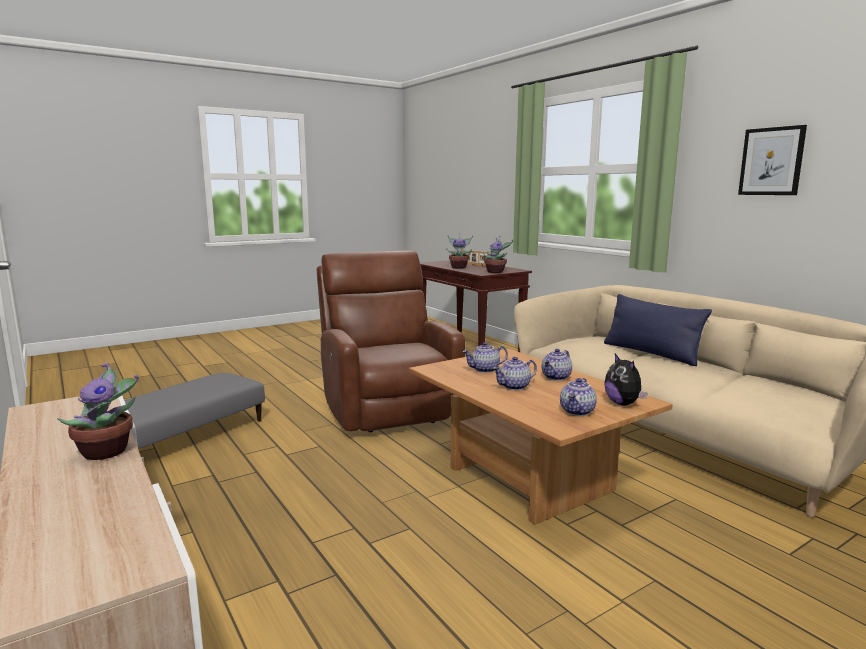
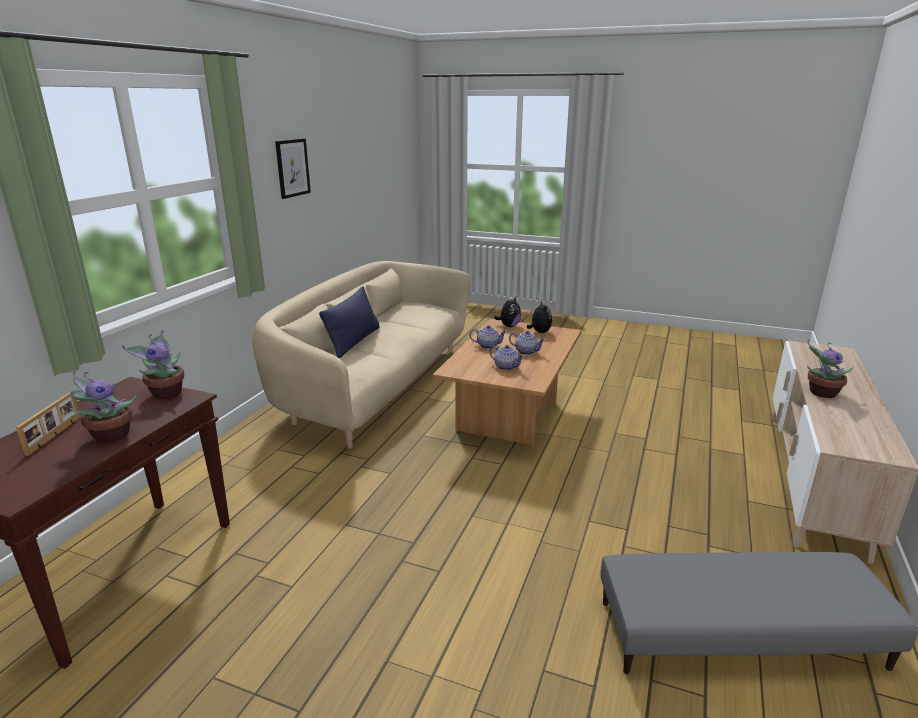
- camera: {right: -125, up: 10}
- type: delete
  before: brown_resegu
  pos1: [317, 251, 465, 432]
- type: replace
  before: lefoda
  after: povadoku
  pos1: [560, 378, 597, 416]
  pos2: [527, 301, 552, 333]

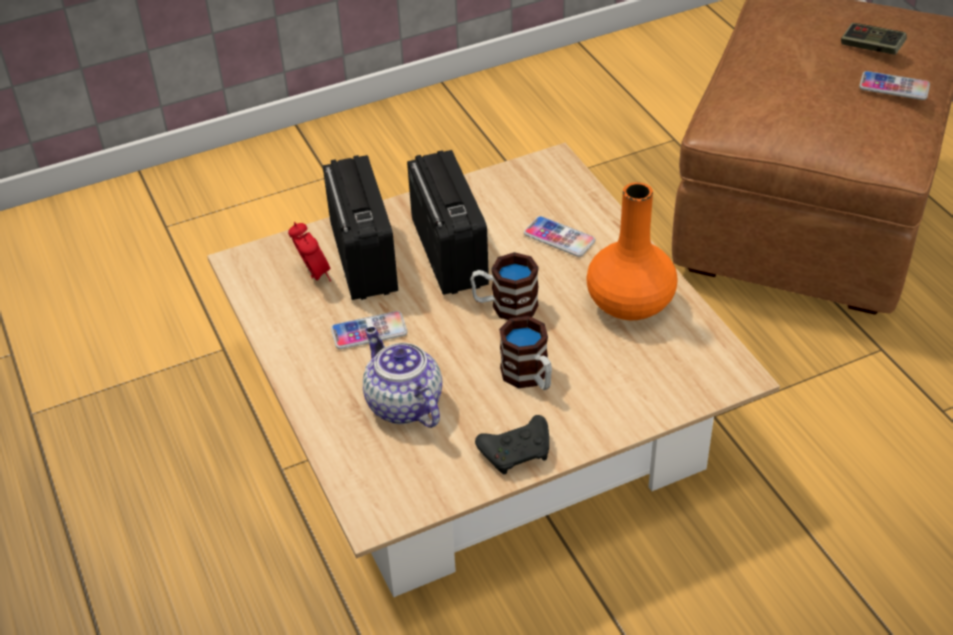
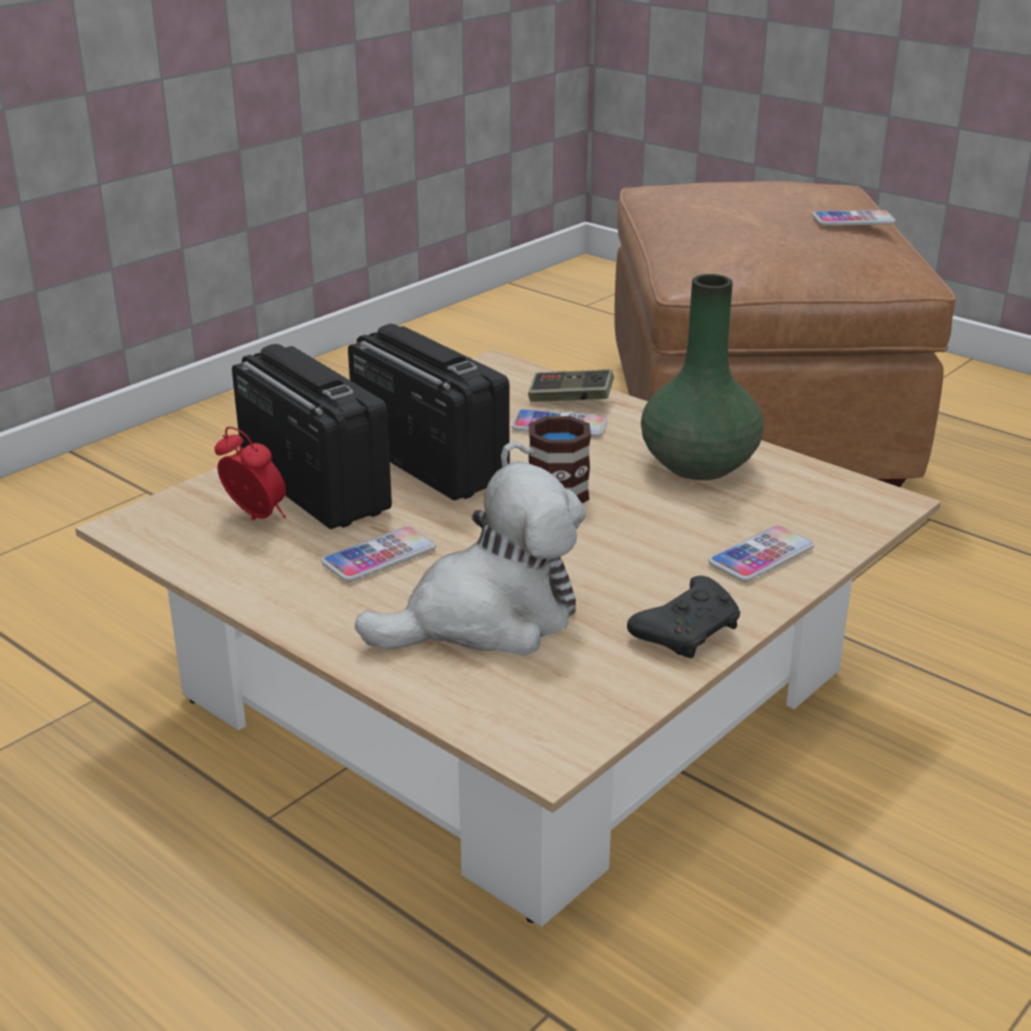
- camera: {right: -25, up: -15}
- type: replace
  before: lefoda
  after: povadoku
  pos1: [363, 327, 442, 428]
  pos2: [355, 461, 586, 656]
- type: delete
  before: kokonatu
  pos1: [499, 316, 552, 390]
- type: recolor
  before: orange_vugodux
  after: green_vugodux
  pos1: [586, 182, 677, 321]
  pos2: [641, 274, 764, 480]
- type: move
  before: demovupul
  pos1: [841, 23, 907, 55]
  pos2: [528, 369, 614, 402]
- type: insert
  after: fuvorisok
  pos2: [708, 525, 814, 582]

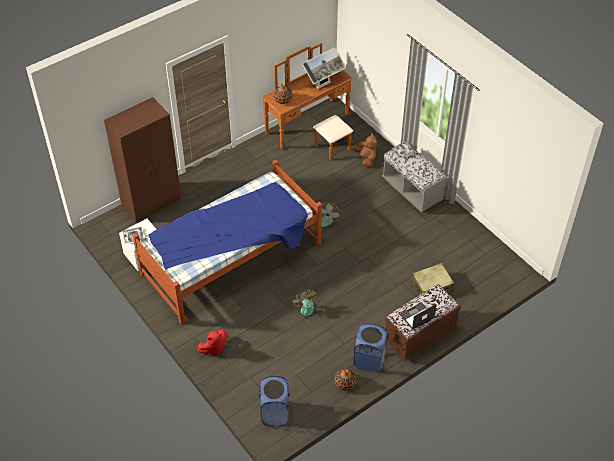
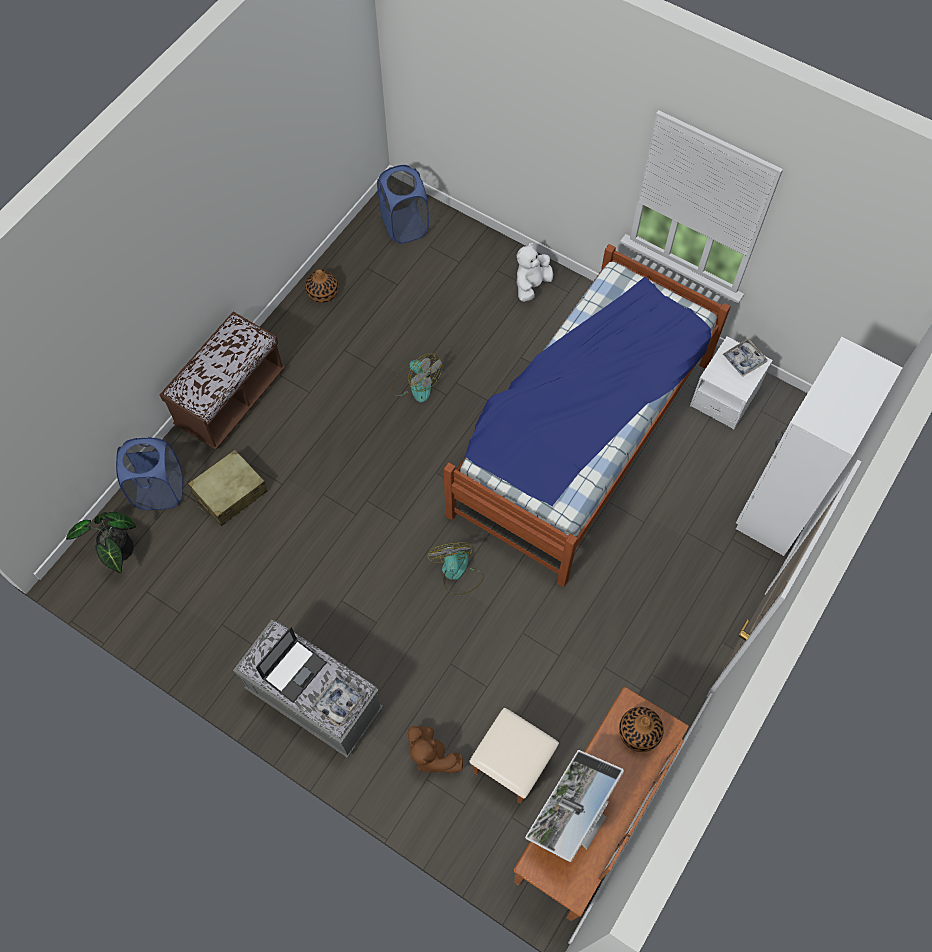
- camera: {right: 160, up: 15}
- type: recolor
  before: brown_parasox
  after: white_parasox
  pos1: [104, 97, 181, 222]
  pos2: [736, 337, 903, 556]
- type: recolor
  before: red_povadoku
  after: white_povadoku
  pos1: [197, 329, 228, 356]
  pos2: [517, 243, 553, 302]
- type: move
  before: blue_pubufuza
  pos1: [353, 323, 388, 372]
  pos2: [116, 437, 183, 510]
- type: move
  before: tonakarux
  pos1: [400, 302, 437, 330]
  pos2: [256, 627, 327, 703]
- type: insert
  after: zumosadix
  pos2: [66, 512, 136, 573]

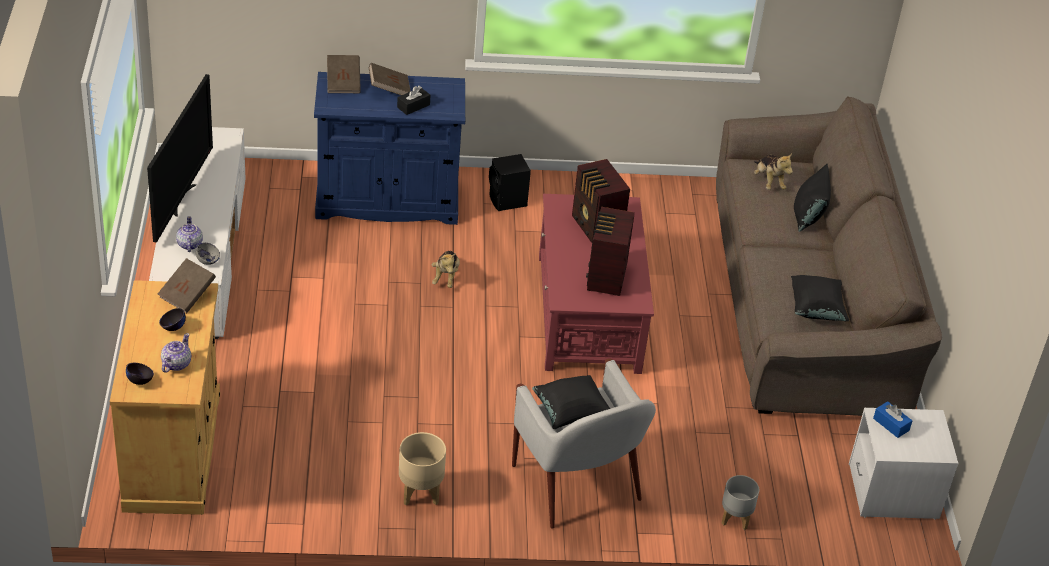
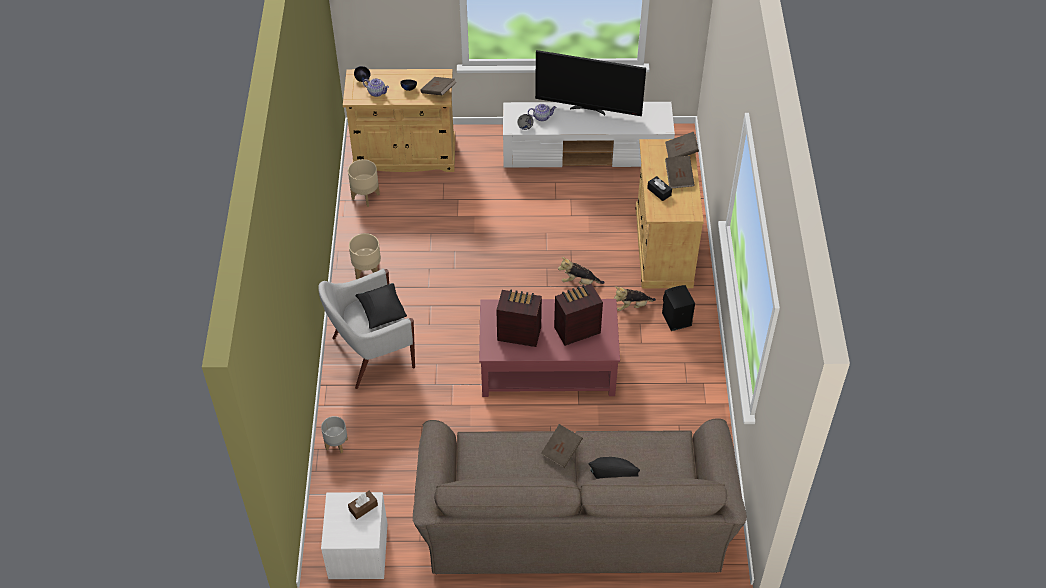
- camera: {right: 95, up: 10}
- type: recolor
  before: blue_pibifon
  after: beige_pibifon
  pos1: [314, 72, 465, 225]
  pos2: [635, 139, 704, 288]
- type: move
  before: povadoku
  pos1: [754, 154, 793, 190]
  pos2: [614, 287, 656, 311]
- type: delete
  before: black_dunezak
  pos1: [791, 275, 849, 321]
- type: recolor
  before: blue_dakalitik
  after: brown_dakalitik
  pos1: [873, 401, 912, 438]
  pos2: [348, 491, 378, 519]
- type: insert
  after: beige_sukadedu
  pos2: [348, 159, 380, 207]
- type: insert
  after: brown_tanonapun
  pos2: [541, 424, 583, 468]

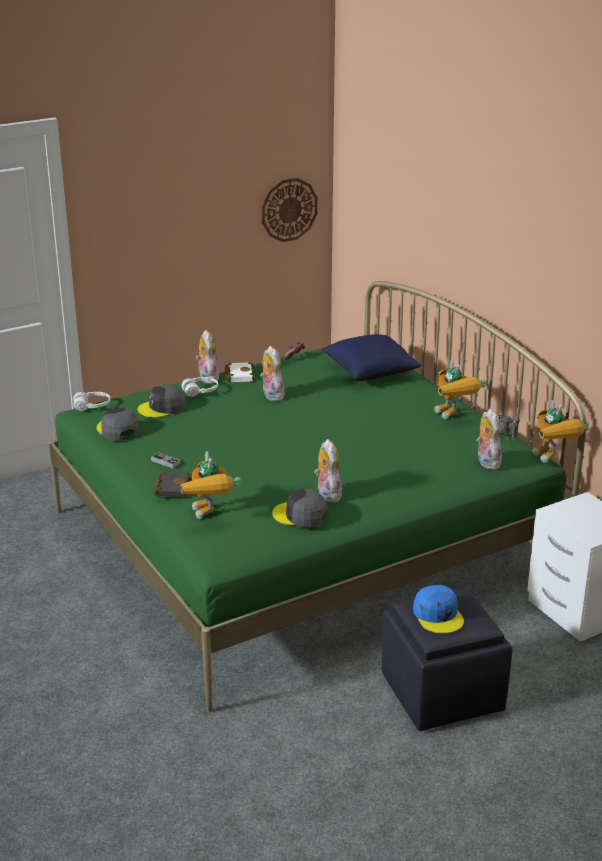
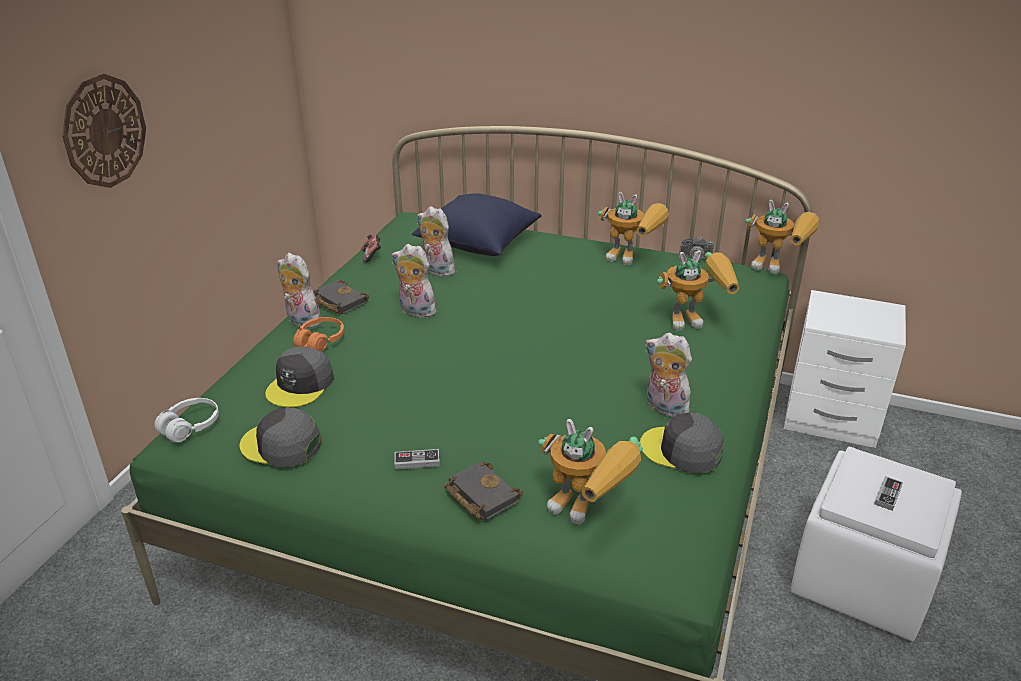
- camera: {right: -40, up: 5}
- type: recolor
  before: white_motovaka
  after: orange_motovaka
  pos1: [181, 377, 218, 397]
  pos2: [293, 317, 344, 352]
- type: recolor
  before: white_tanonapun
  after: black_tanonapun
  pos1: [225, 362, 257, 382]
  pos2: [314, 280, 369, 314]
- type: move
  before: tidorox
  pos1: [262, 178, 317, 242]
  pos2: [62, 74, 146, 188]
- type: rotate
  before: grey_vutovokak
  pos1: [272, 489, 328, 528]
  pos2: [640, 413, 724, 473]
  turn: 45
- type: recolor
  before: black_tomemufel
  after: white_tomemufel
  pos1: [382, 588, 512, 731]
  pos2: [790, 447, 962, 641]
- type: replace
  before: blue_vutovokak
  after: demovupul
  pos1: [413, 585, 464, 634]
  pos2: [874, 476, 903, 511]
- type: move
  before: povadoku
  pos1: [476, 409, 502, 470]
  pos2: [417, 206, 455, 277]
- type: insert
  after: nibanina
  pos2: [657, 250, 740, 330]

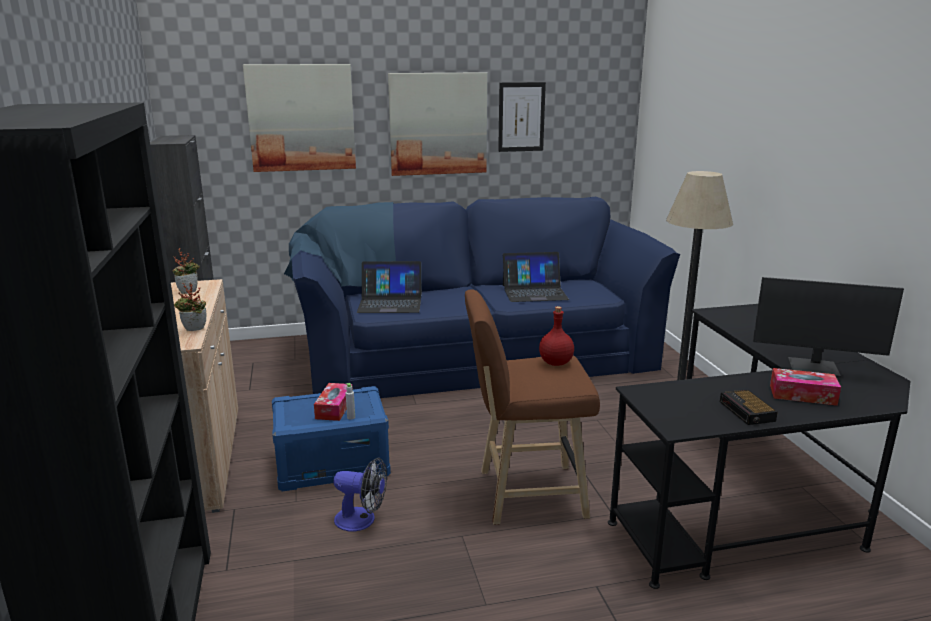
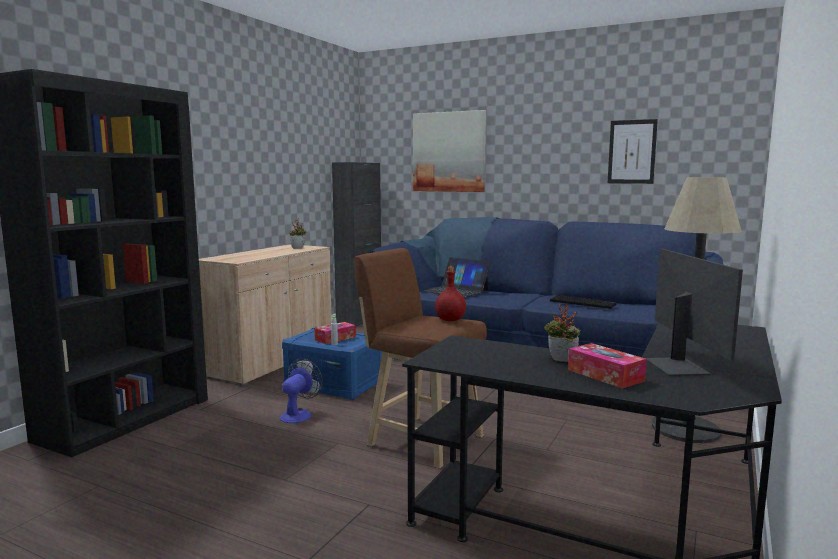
- camera: {right: 40, up: -10}
- type: move
  before: zumosadix
  pos1: [174, 282, 207, 331]
  pos2: [544, 305, 580, 362]
- type: rotate
  before: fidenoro
  pos1: [333, 457, 387, 532]
  pos2: [280, 359, 323, 423]
  turn: -120
- type: delete
  before: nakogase
  pos1: [388, 72, 487, 176]
- type: replace
  before: tonakarux
  after: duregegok
  pos1: [503, 252, 569, 302]
  pos2: [550, 295, 617, 309]
- type: delete
  before: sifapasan
  pos1: [720, 389, 778, 425]
- type: rotate
  before: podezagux
  pos1: [753, 277, 904, 377]
  pos2: [646, 249, 743, 376]
  turn: -150

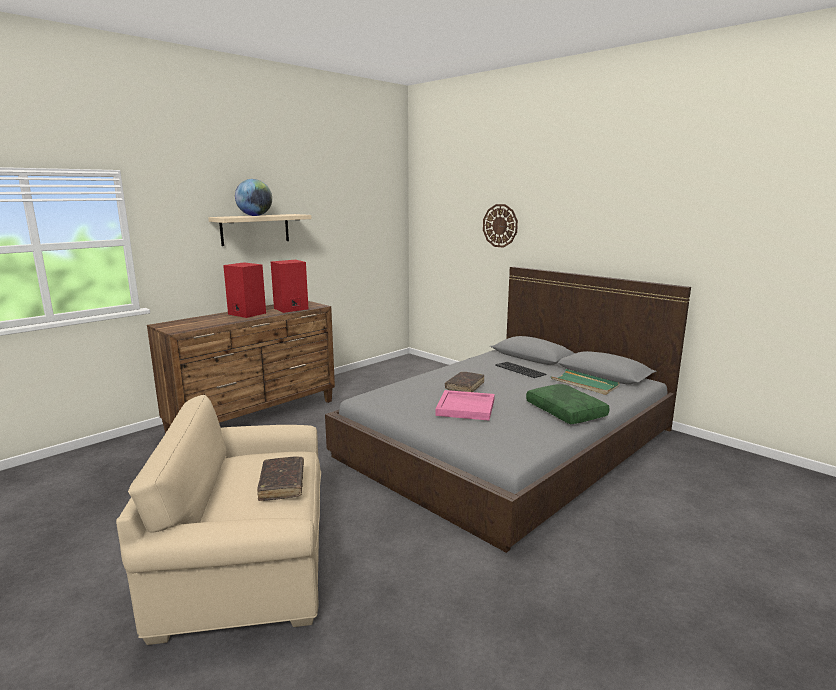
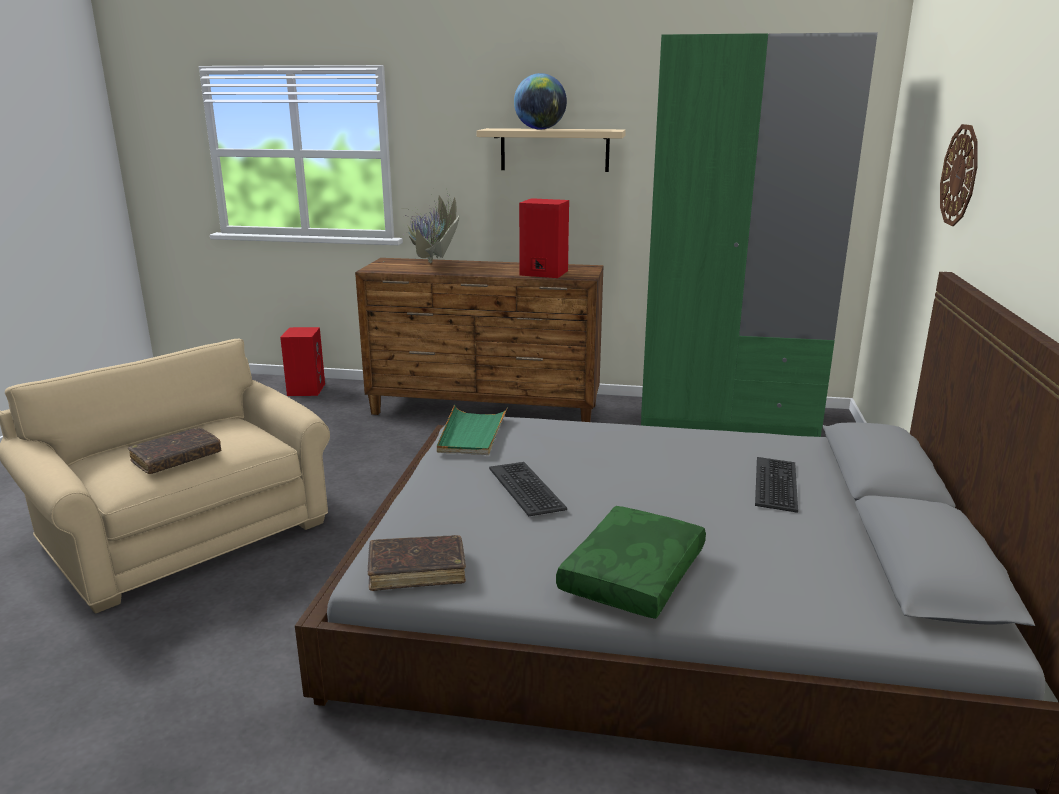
- camera: {right: 55, up: 5}
- type: move
  before: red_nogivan
  pos1: [223, 262, 266, 318]
  pos2: [280, 327, 325, 396]
- type: replace
  before: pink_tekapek
  after: duregegok
  pos1: [435, 390, 495, 421]
  pos2: [489, 462, 567, 516]
- type: move
  before: brown_tanonapun
  pos1: [445, 372, 485, 392]
  pos2: [368, 535, 466, 591]
- type: move
  before: green_tekapek
  pos1: [551, 369, 620, 395]
  pos2: [437, 405, 508, 455]
- type: insert
  after: zumosadix
  pos2: [383, 189, 460, 264]
- type: insert
  after: green_parasox
  pos2: [641, 32, 878, 437]

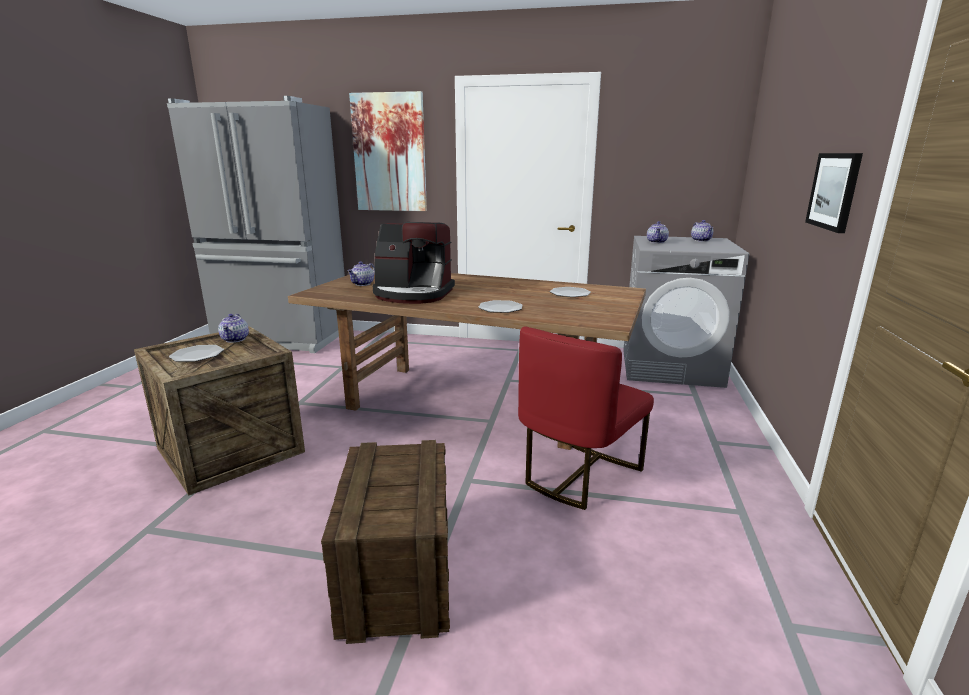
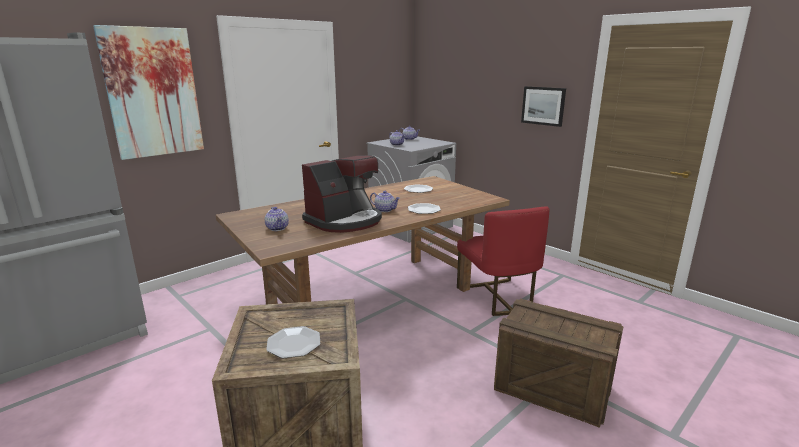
- camera: {right: -55, up: 0}
- type: move
  before: lefoda
  pos1: [218, 314, 249, 343]
  pos2: [370, 191, 400, 212]

